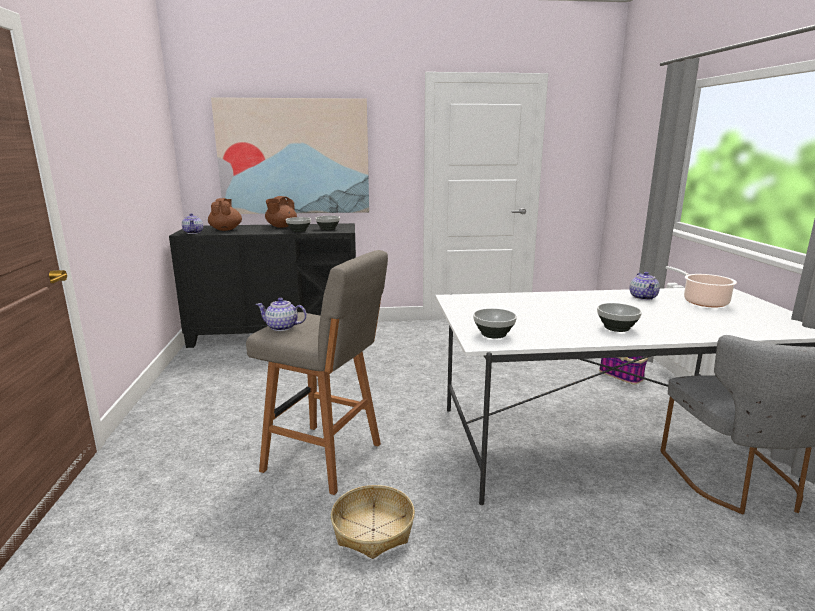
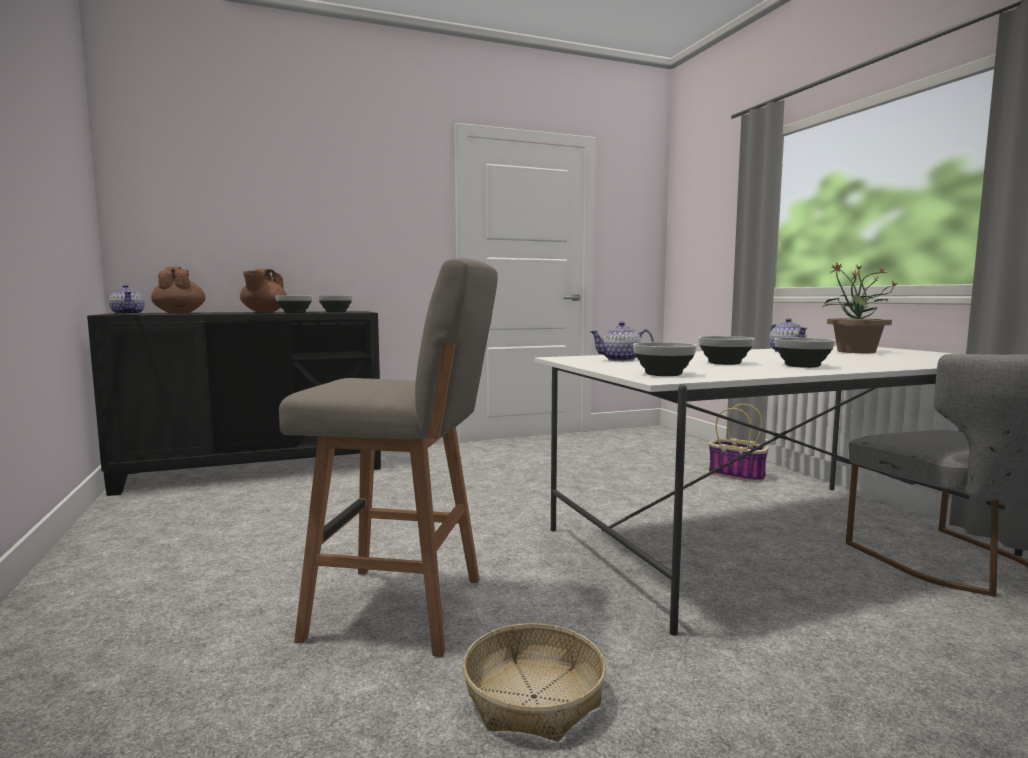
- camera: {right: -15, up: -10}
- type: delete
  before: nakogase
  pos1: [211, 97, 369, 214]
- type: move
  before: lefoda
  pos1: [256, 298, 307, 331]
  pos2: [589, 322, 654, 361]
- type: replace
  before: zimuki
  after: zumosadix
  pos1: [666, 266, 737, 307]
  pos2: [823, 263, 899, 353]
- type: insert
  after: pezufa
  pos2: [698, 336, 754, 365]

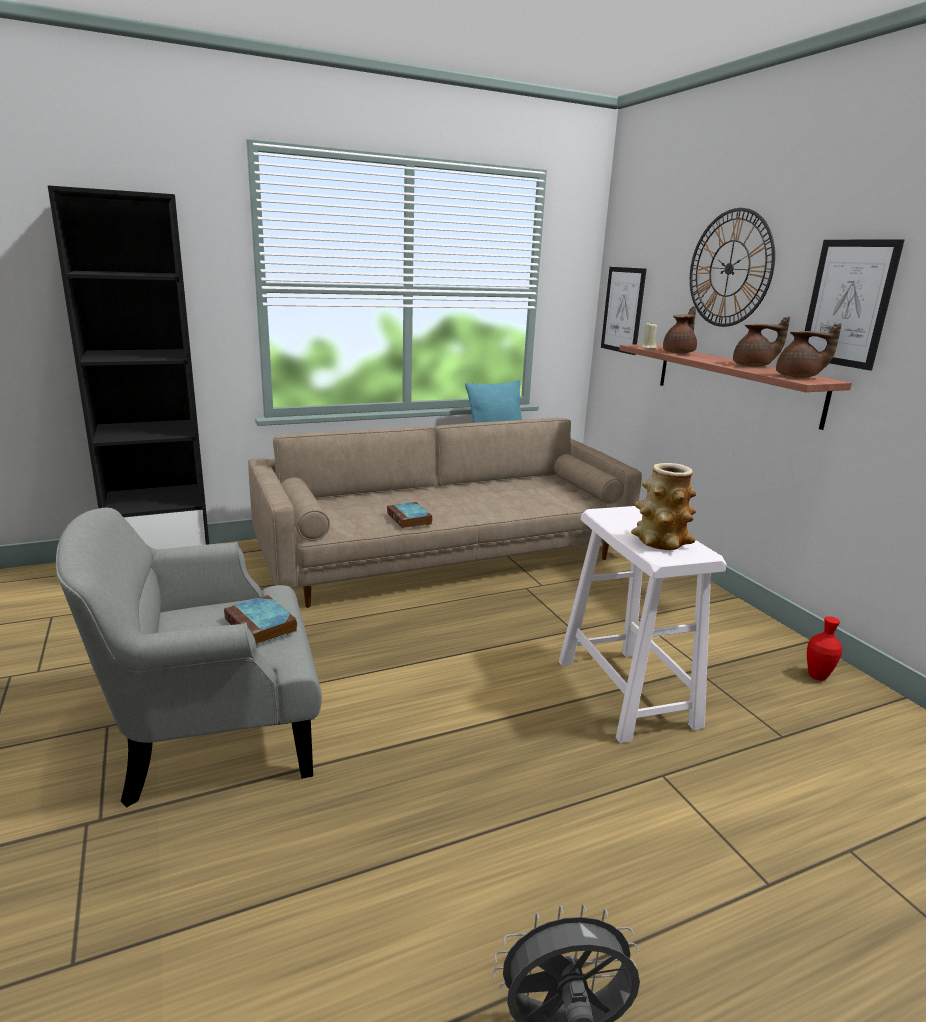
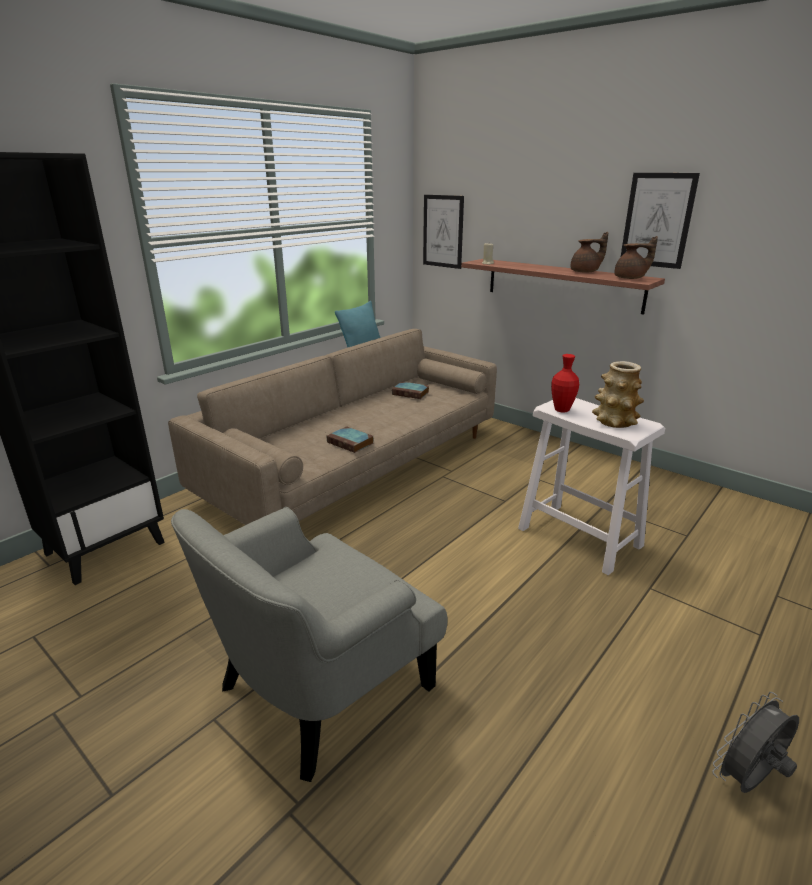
- camera: {right: -25, up: 5}
- type: move
  before: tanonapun
  pos1: [224, 595, 297, 645]
  pos2: [392, 381, 429, 399]
- type: delete
  before: brown_lefoda
  pos1: [663, 306, 697, 353]
- type: delete
  before: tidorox
  pos1: [690, 208, 775, 327]
- type: move
  before: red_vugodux
  pos1: [807, 616, 842, 681]
  pos2: [551, 354, 579, 413]

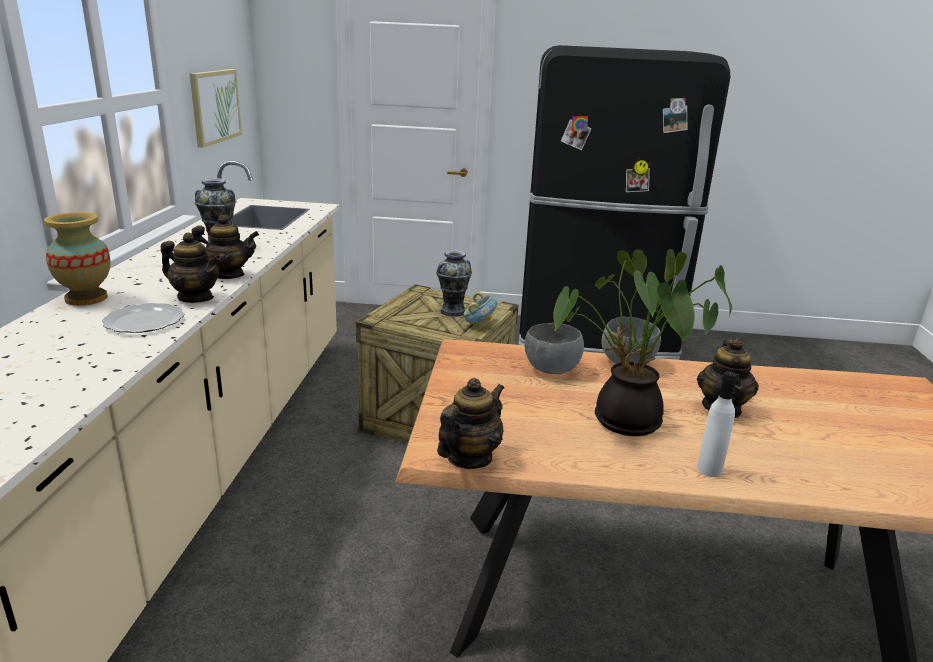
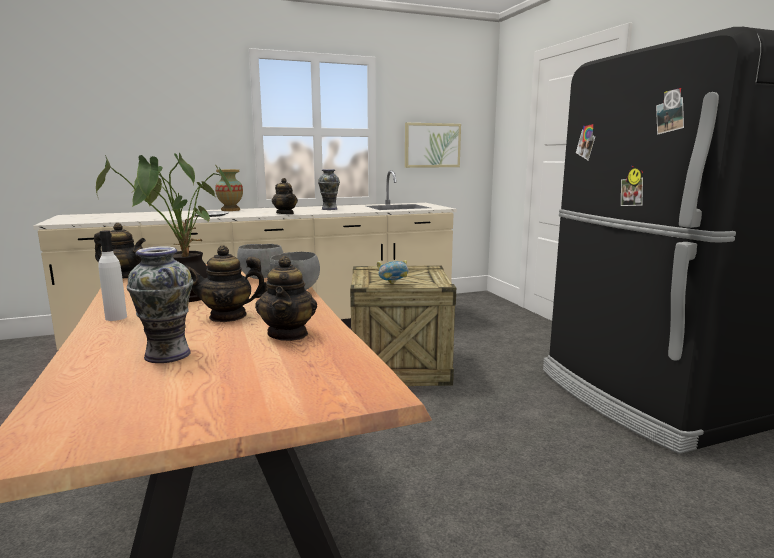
- camera: {right: 65, up: -10}
- type: move
  before: lefoda
  pos1: [161, 233, 221, 303]
  pos2: [255, 256, 317, 341]
- type: move
  before: vugodux
  pos1: [436, 250, 472, 316]
  pos2: [127, 246, 193, 363]

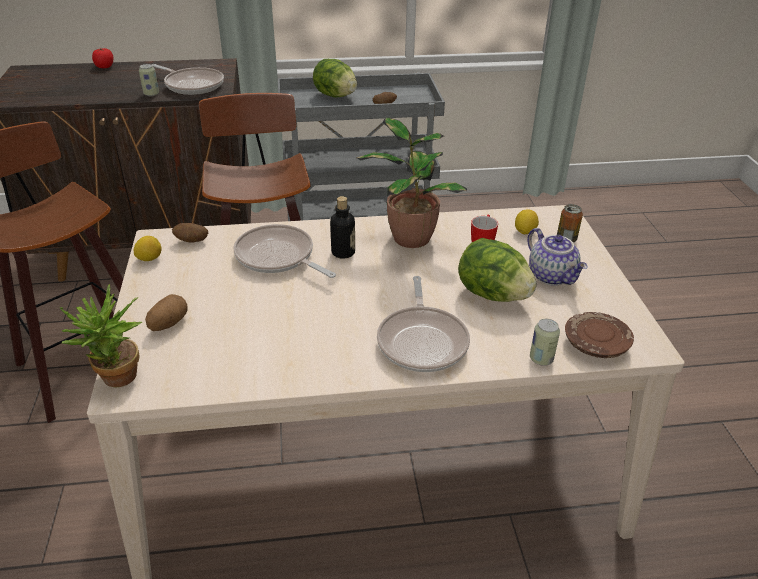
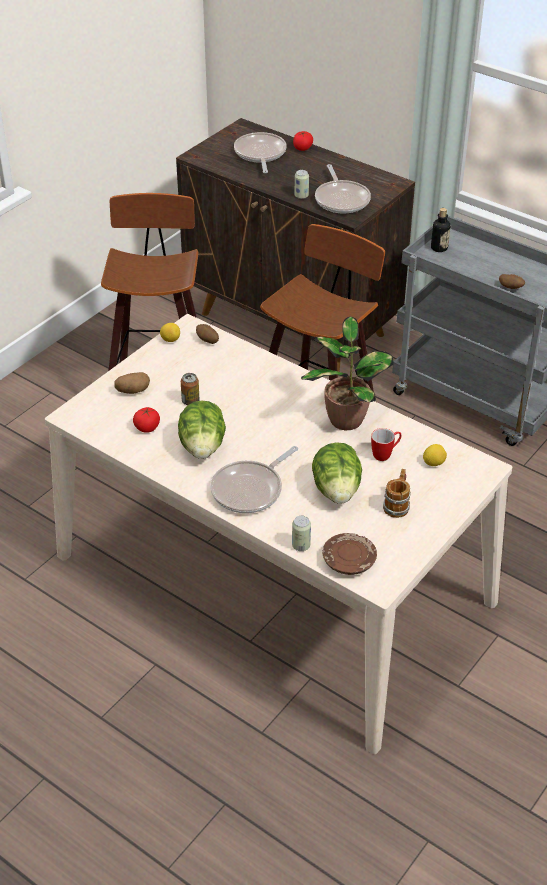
- camera: {right: 45, up: 5}
- type: delete
  before: zumosadix
  pos1: [60, 284, 142, 387]
- type: move
  before: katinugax
  pos1: [233, 224, 336, 278]
  pos2: [234, 132, 287, 173]
- type: move
  before: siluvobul
  pos1: [313, 59, 357, 97]
  pos2: [178, 400, 226, 459]
- type: move
  before: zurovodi
  pos1: [330, 196, 355, 259]
  pos2: [431, 208, 450, 252]
- type: replace
  before: lefoda
  after: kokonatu
  pos1: [527, 228, 588, 286]
  pos2: [383, 469, 411, 518]
- type: move
  before: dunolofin
  pos1: [557, 204, 583, 242]
  pos2: [181, 373, 200, 405]
- type: insert
  after: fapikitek
  pos2: [133, 407, 160, 433]

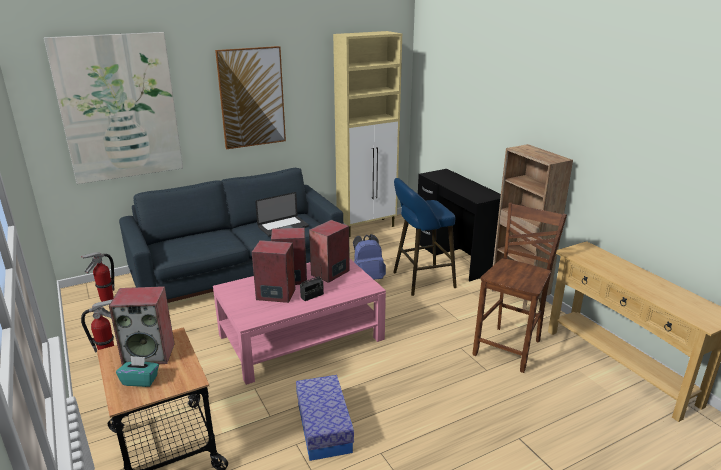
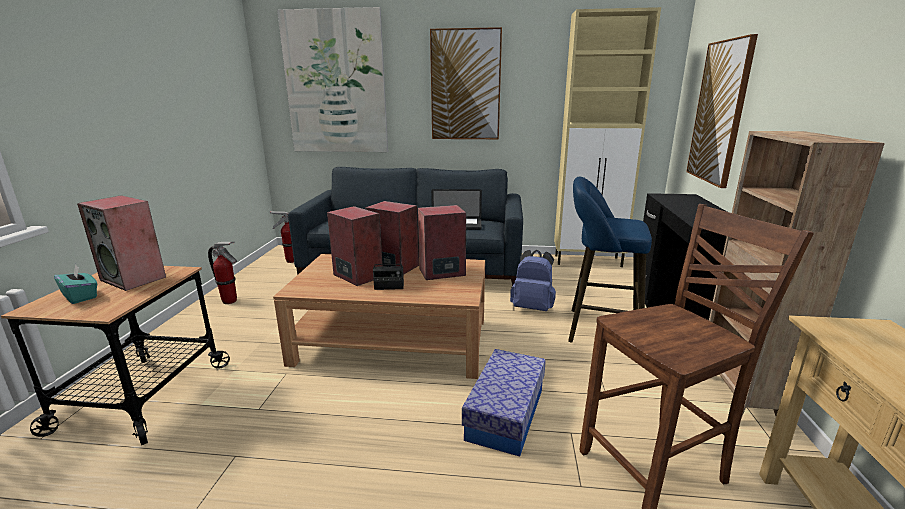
- camera: {right: 35, up: -5}
- type: recolor
  before: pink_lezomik
  after: brown_lezomik
  pos1: [213, 258, 386, 385]
  pos2: [273, 254, 485, 379]
- type: move
  before: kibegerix
  pos1: [296, 375, 354, 461]
  pos2: [462, 349, 546, 457]
- type: insert
  after: nakogase
  pos2: [686, 34, 758, 188]

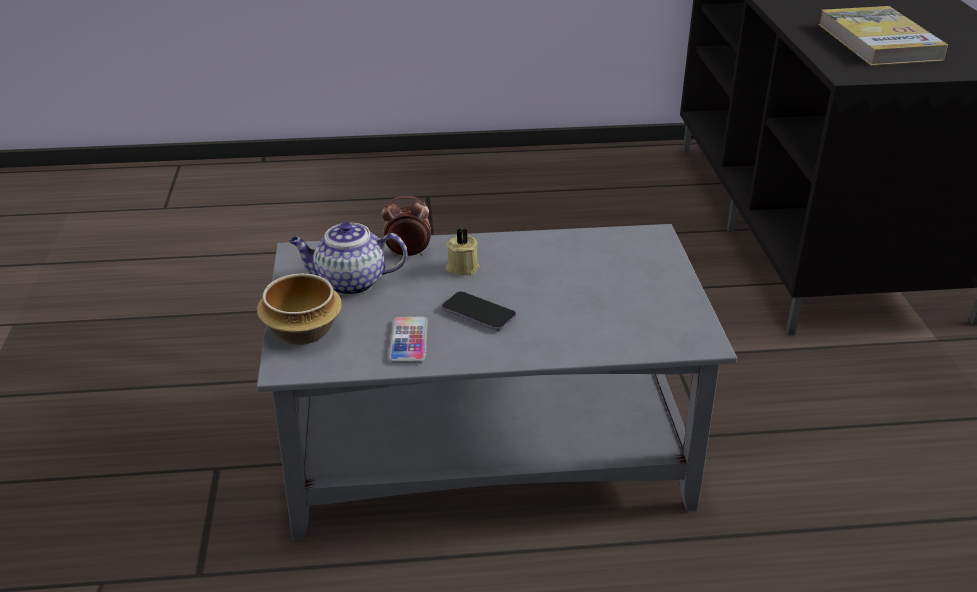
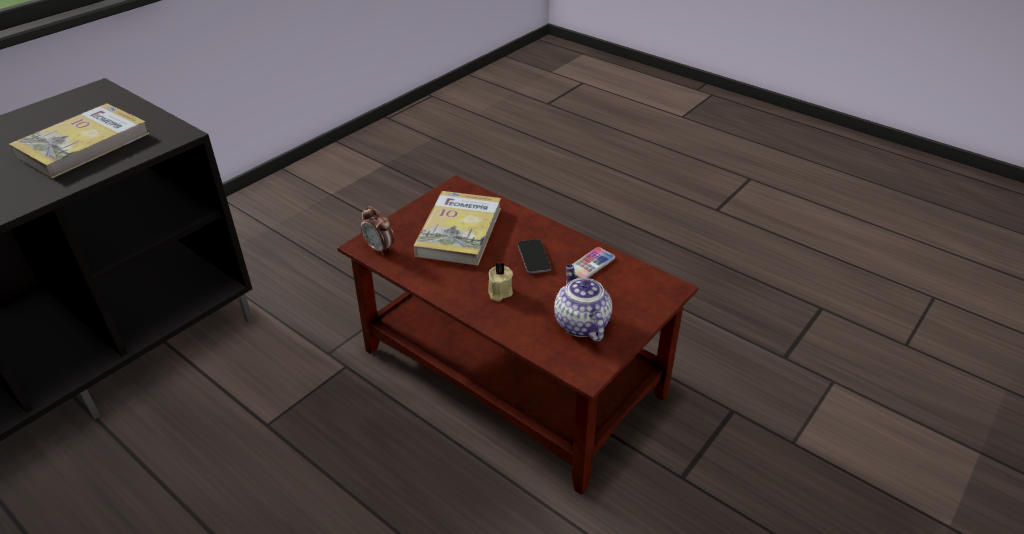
- camera: {right: -135, up: 5}
- type: recolor
  before: grey_lezomik
  after: brown_lezomik
  pos1: [257, 224, 737, 540]
  pos2: [337, 175, 698, 495]
- type: delete
  before: pezufa
  pos1: [257, 273, 342, 345]
- type: rotate
  before: lefoda
  pos1: [289, 222, 408, 295]
  pos2: [554, 265, 612, 342]
  turn: -150
- type: move
  before: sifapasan
  pos1: [382, 196, 431, 257]
  pos2: [361, 206, 394, 255]
- type: insert
  after: tanonapun
  pos2: [414, 191, 501, 266]

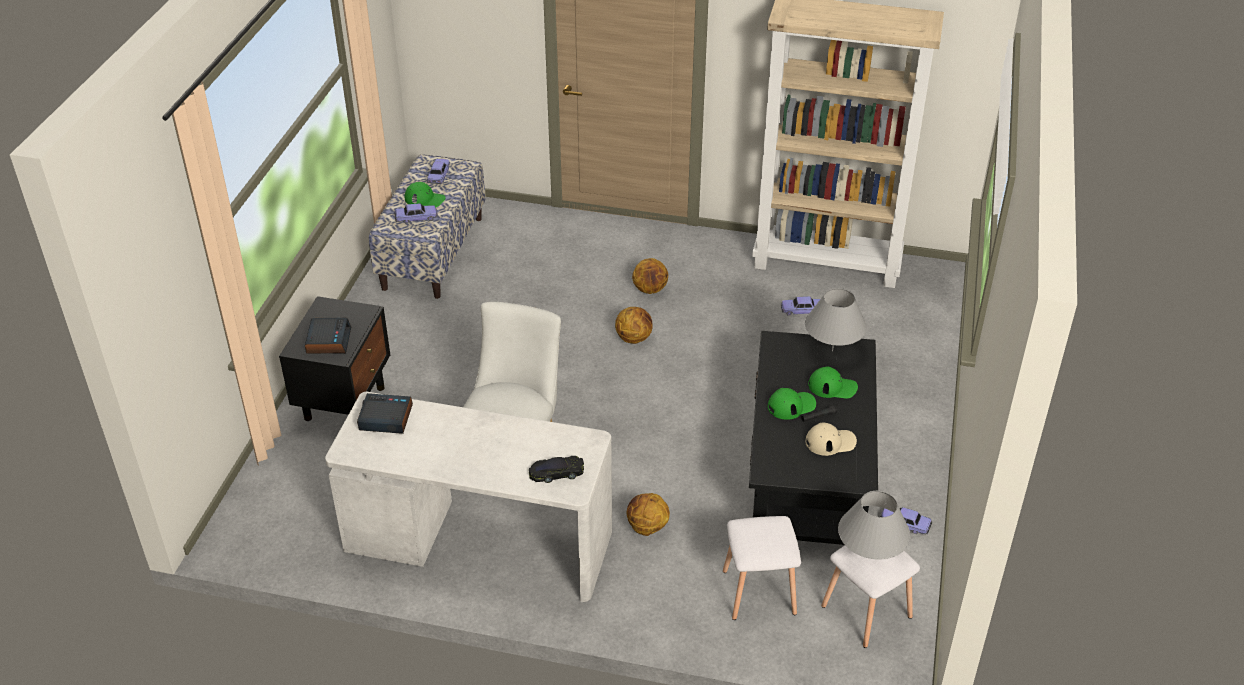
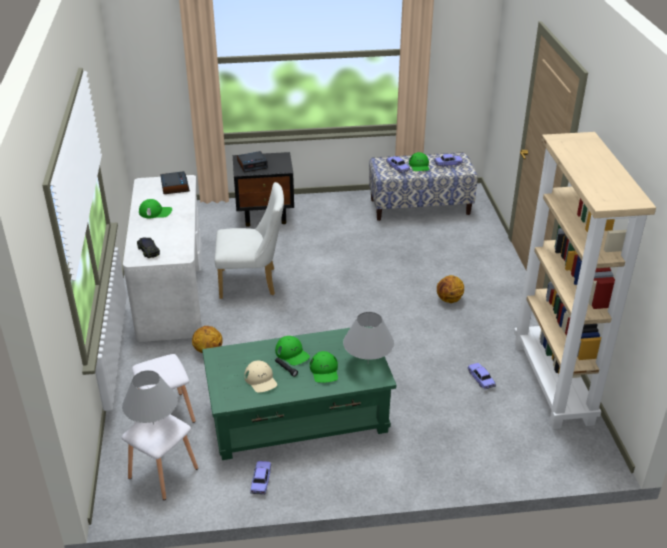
- camera: {right: 70, up: -5}
- type: delete
  before: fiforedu
  pos1: [615, 307, 653, 344]
- type: recolor
  before: black_lezomik
  after: green_lezomik
  pos1: [749, 331, 878, 545]
  pos2: [202, 327, 396, 460]
- type: insert
  after: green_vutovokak
  pos2: [139, 199, 172, 218]

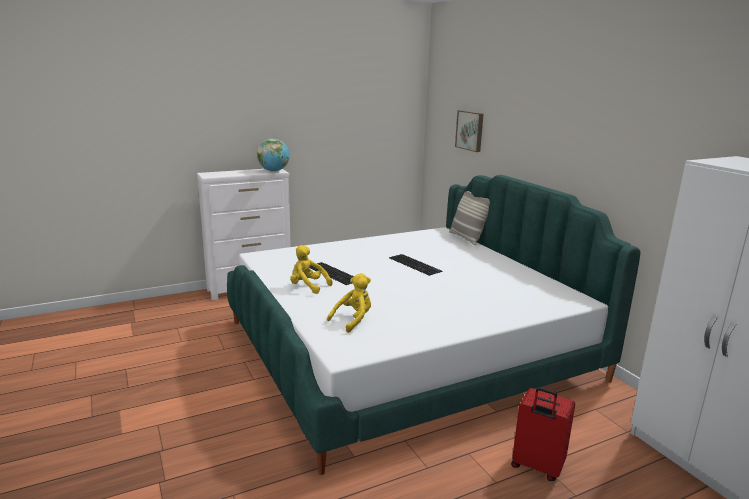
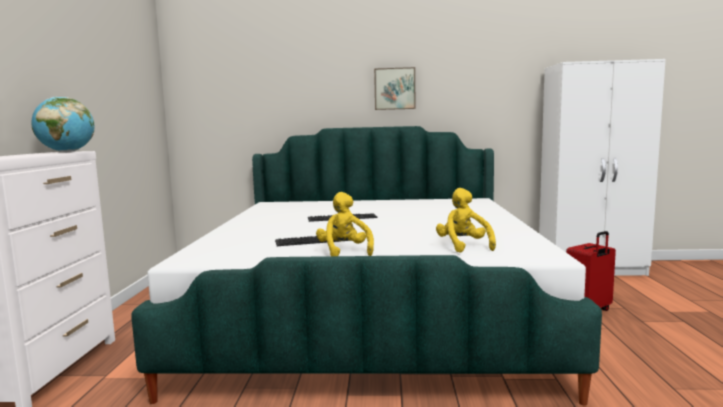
- camera: {right: -60, up: -10}
- type: rotate
  before: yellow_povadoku
  pos1: [290, 245, 333, 294]
  pos2: [316, 192, 374, 256]
  turn: 105
- type: delete
  before: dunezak
  pos1: [449, 191, 490, 245]
- type: move
  before: nakogase
  pos1: [455, 110, 484, 152]
  pos2: [374, 67, 415, 110]

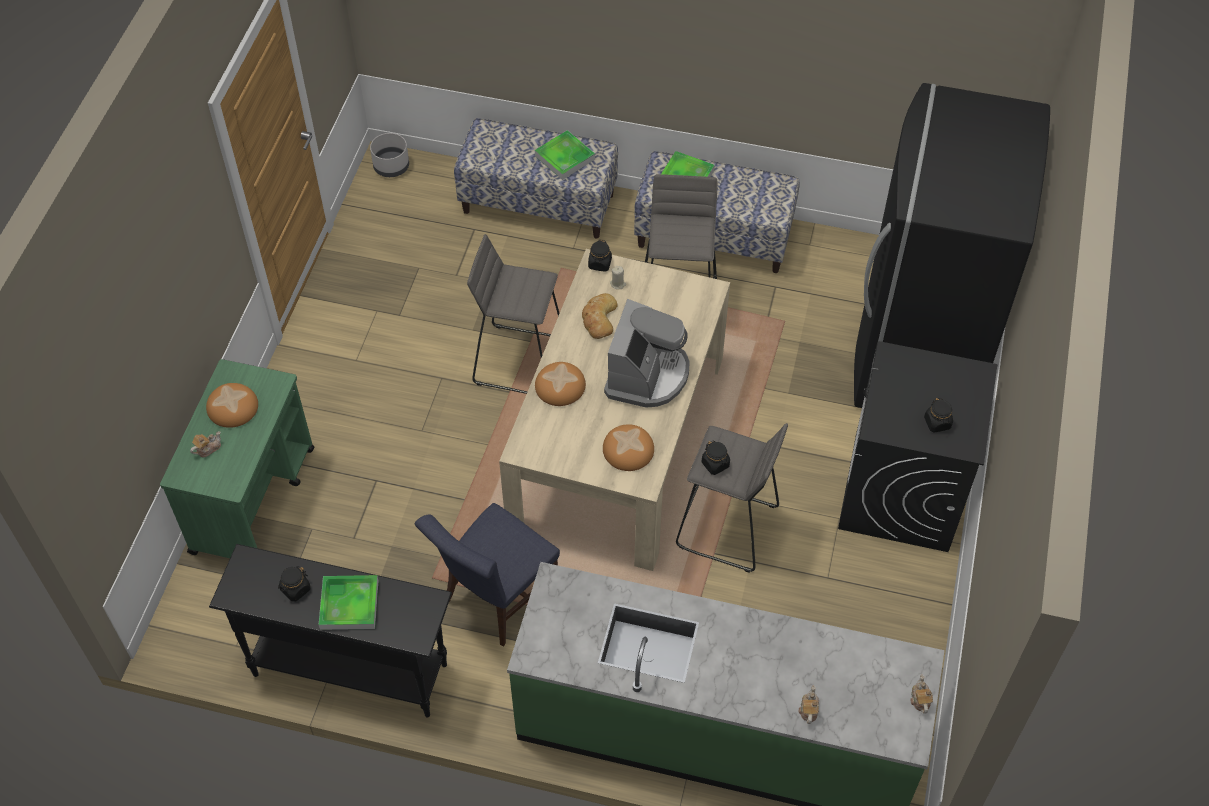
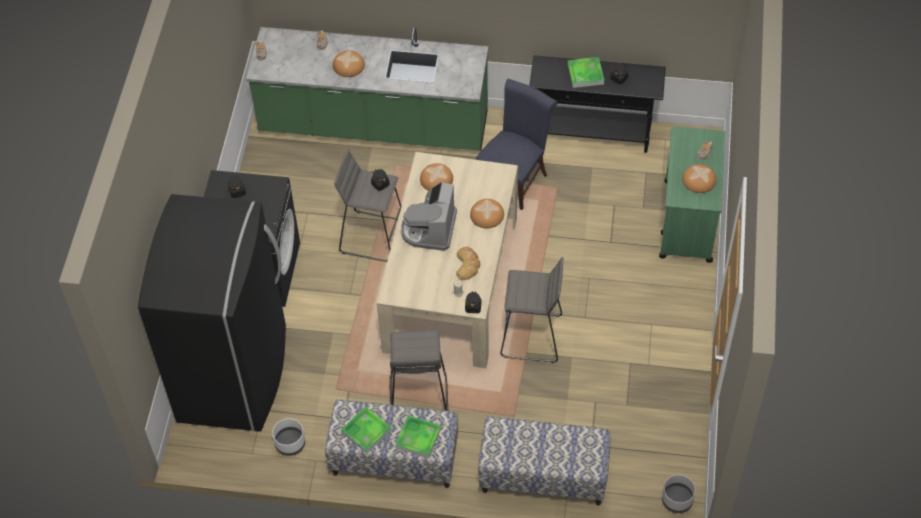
- camera: {right: 175, up: 0}
- type: move
  before: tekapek
  pos1: [535, 130, 595, 180]
  pos2: [341, 407, 392, 454]
- type: insert
  after: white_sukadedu
  pos2: [272, 418, 305, 456]
- type: insert
  after: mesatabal
  pos2: [333, 50, 365, 77]

